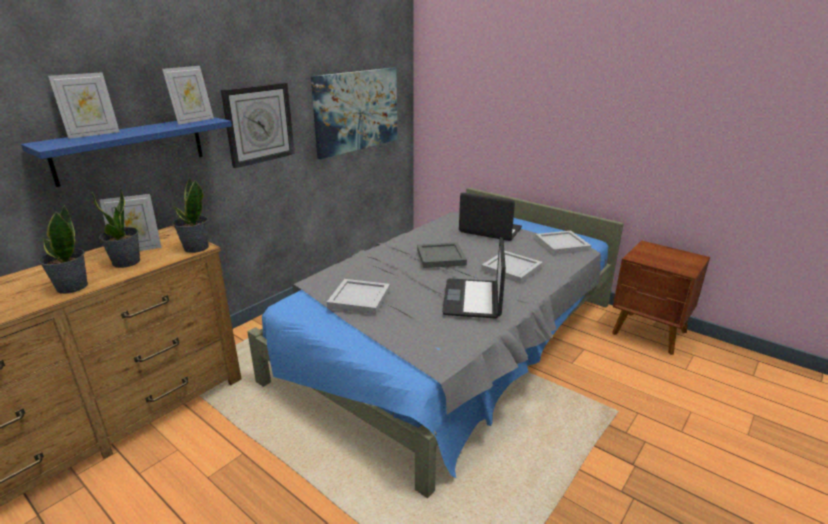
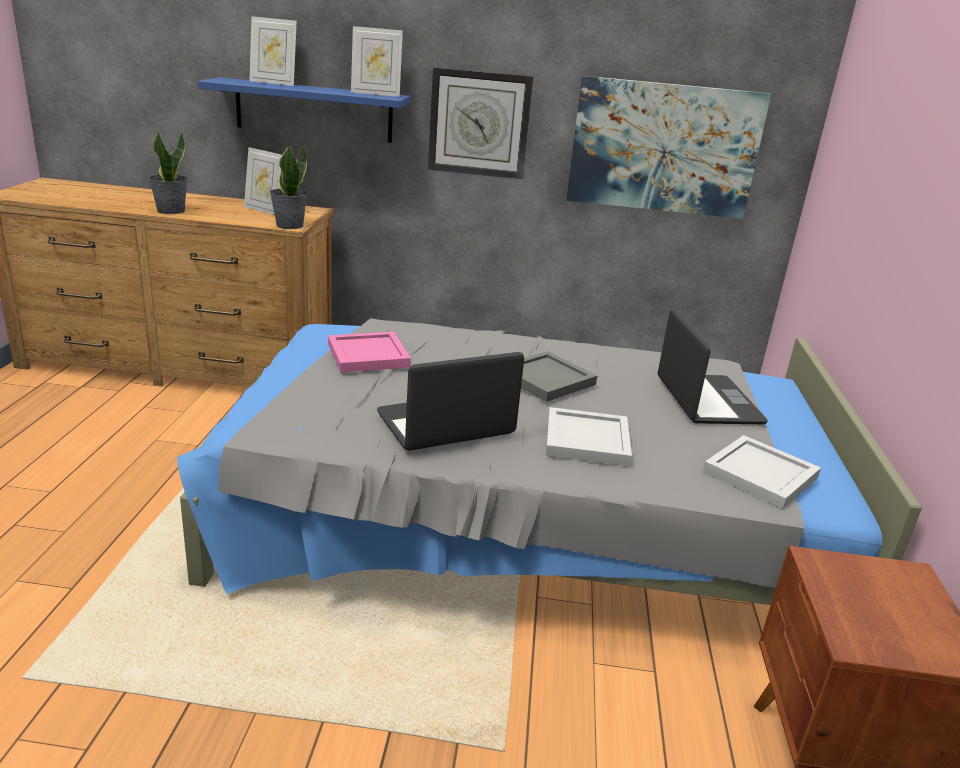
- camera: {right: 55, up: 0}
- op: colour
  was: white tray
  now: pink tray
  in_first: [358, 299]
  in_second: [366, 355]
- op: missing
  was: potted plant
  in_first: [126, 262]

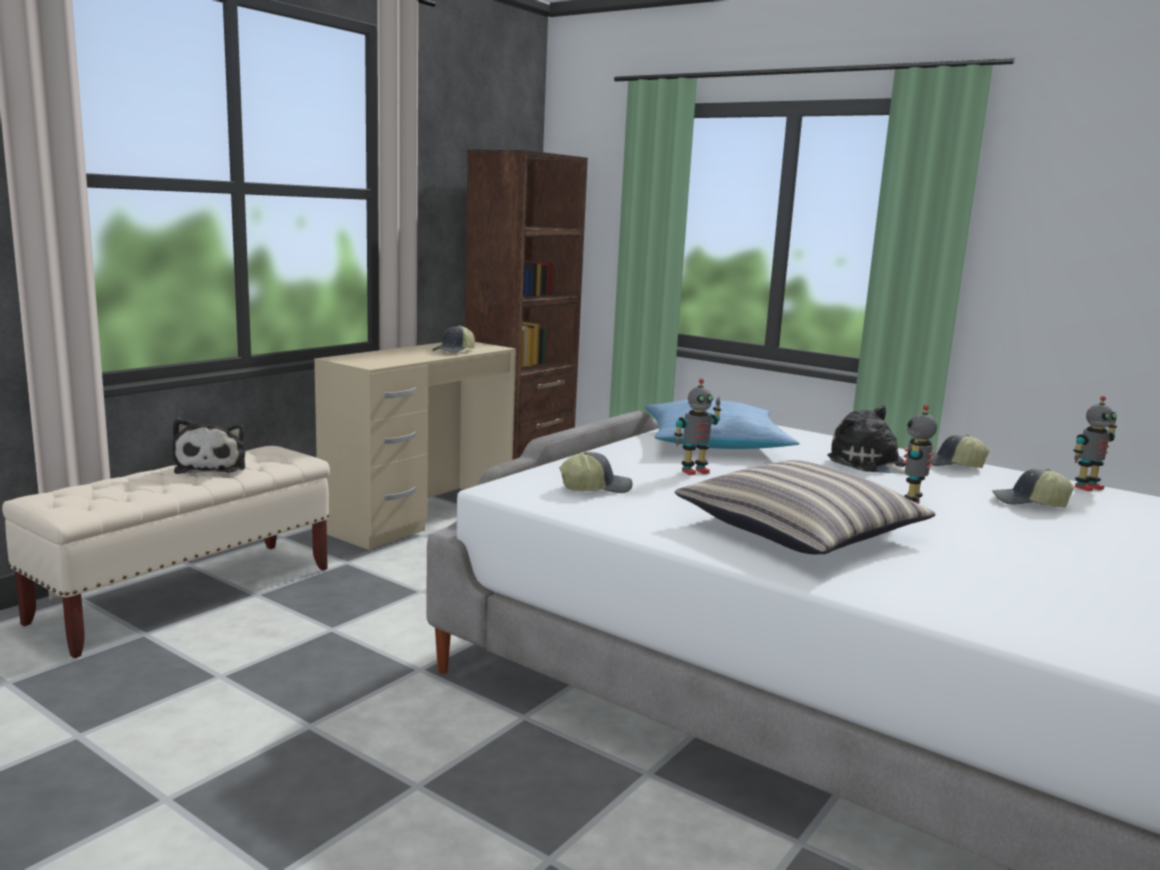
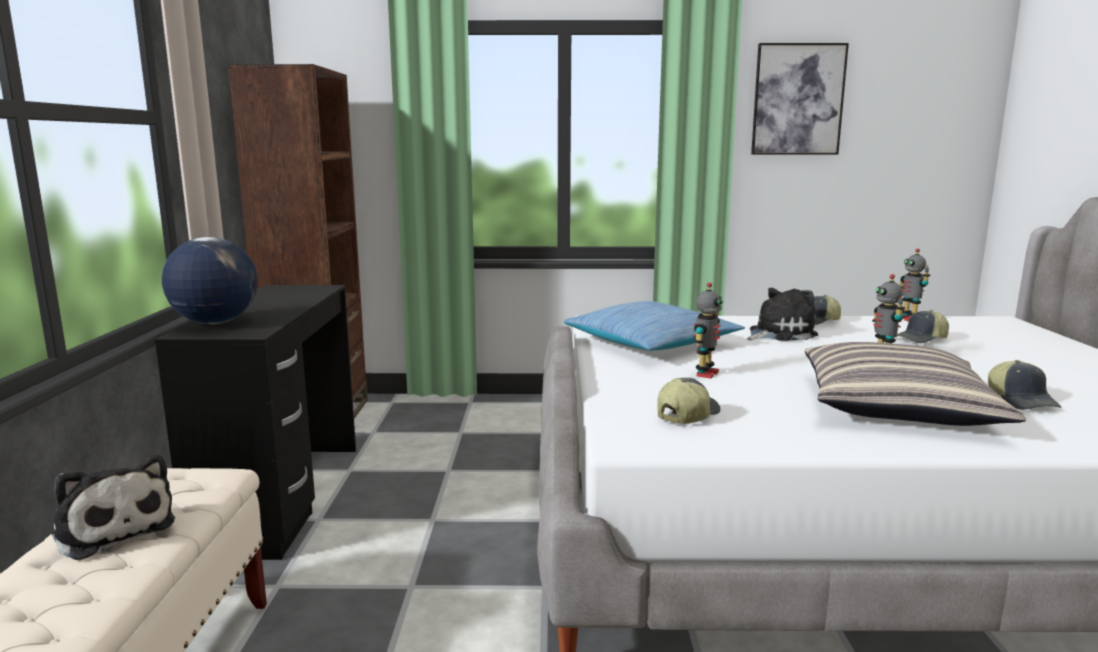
- camera: {right: -35, up: 0}
- op: colour
  was: beige desk
  now: black desk
  in_first: [420, 515]
  in_second: [282, 496]
- op: appeared
  now: globe
  in_second: [214, 323]
- op: spun
  was: plush toy
  in_first: [869, 464]
  in_second: [778, 334]
  clockwise: 135
- op: appeared
  now: picture
  in_second: [798, 99]
- op: spun
  was: toy robot
  in_first: [1086, 487]
  in_second: [908, 319]
  clockwise: 135
- op: relocated
  was: cap
  in_first: [454, 351]
  in_second: [1022, 401]

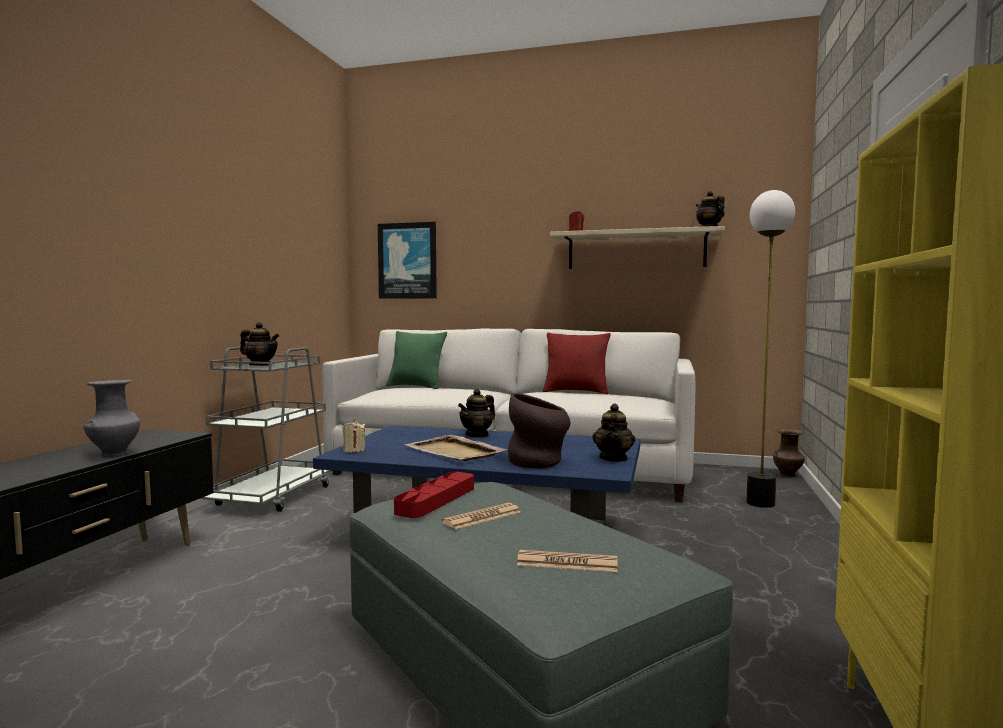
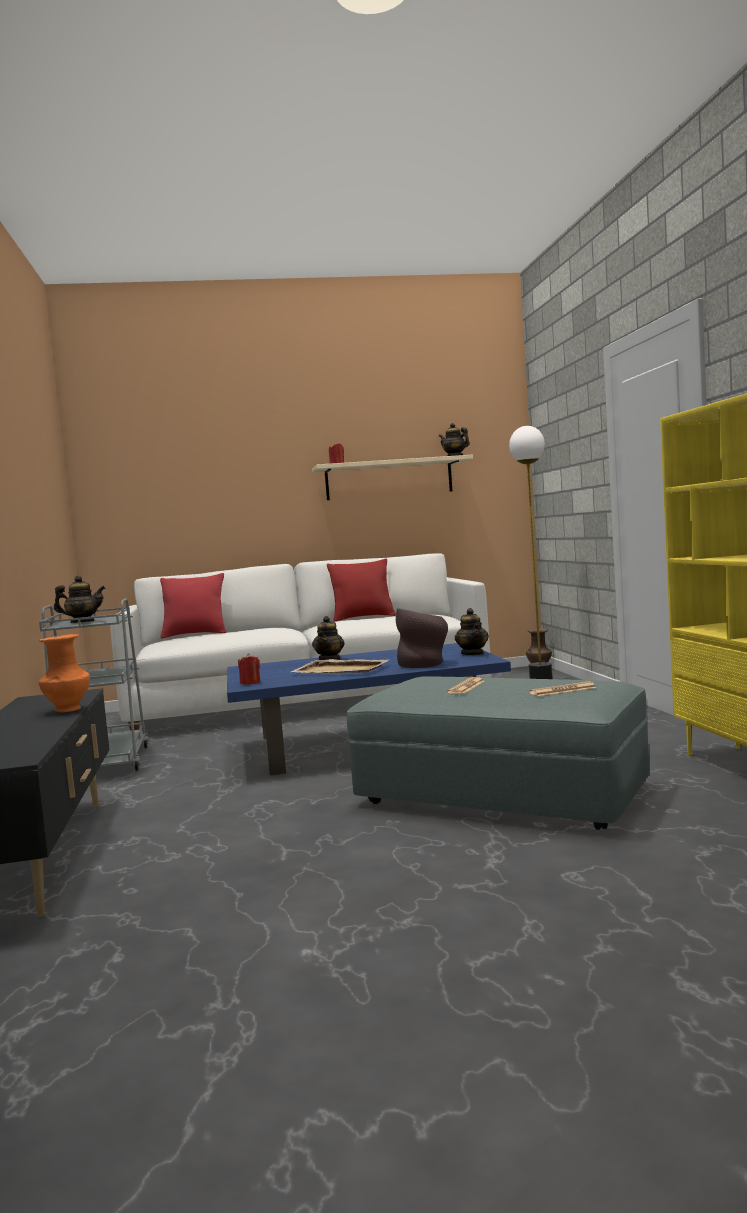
- camera: {right: -25, up: 0}
- op: colour
  was: grey vase
  now: orange vase
  in_first: [113, 454]
  in_second: [68, 710]
- op: colour
  was: green pillow
  now: red pillow
  in_first: [416, 386]
  in_second: [195, 634]
- op: colour
  was: beige candle
  now: red candle
  in_first: [354, 450]
  in_second: [250, 683]
- op: missing
  was: picture
  in_first: [407, 261]
- op: missing
  was: red tray
  in_first: [436, 500]

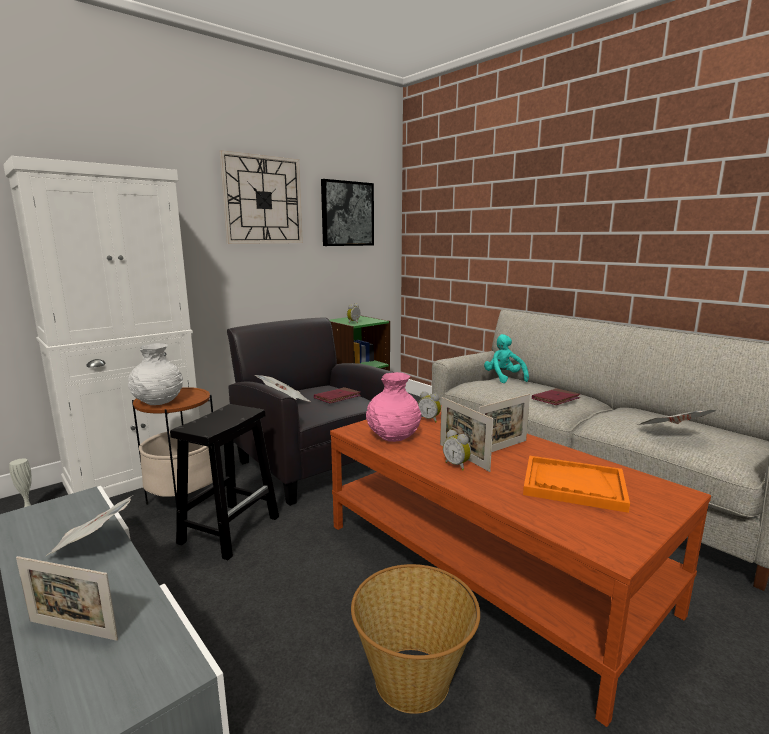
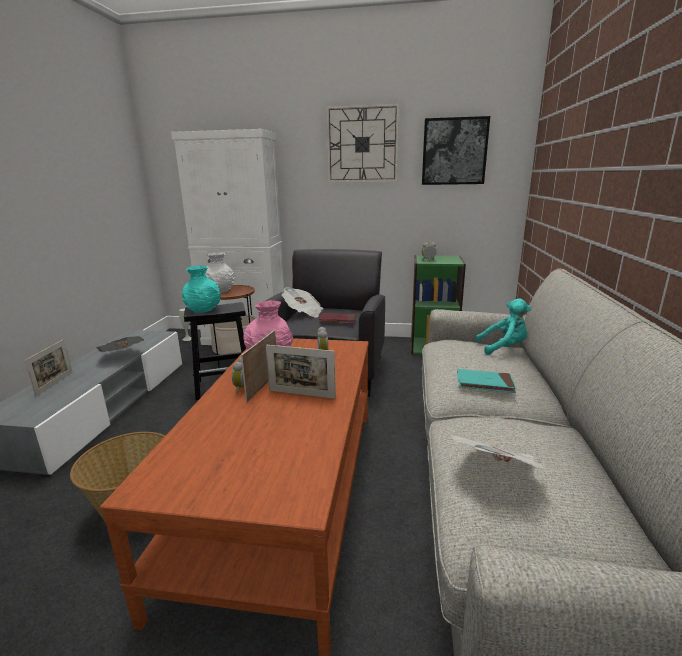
- camera: {right: 50, up: 5}
- op: spun
  was: picture frame
  in_first: [73, 630]
  in_second: [54, 384]
  clockwise: -150
- op: appeared
  now: turquoise vase
  in_second: [203, 309]
- op: colour
  was: red book
  now: turquoise book
  in_first: [555, 399]
  in_second: [484, 383]
- op: spun
  was: turquoise plush toy
  in_first: [503, 378]
  in_second: [503, 348]
  clockwise: 60
- op: missing
  was: orange tray
  in_first: [573, 485]

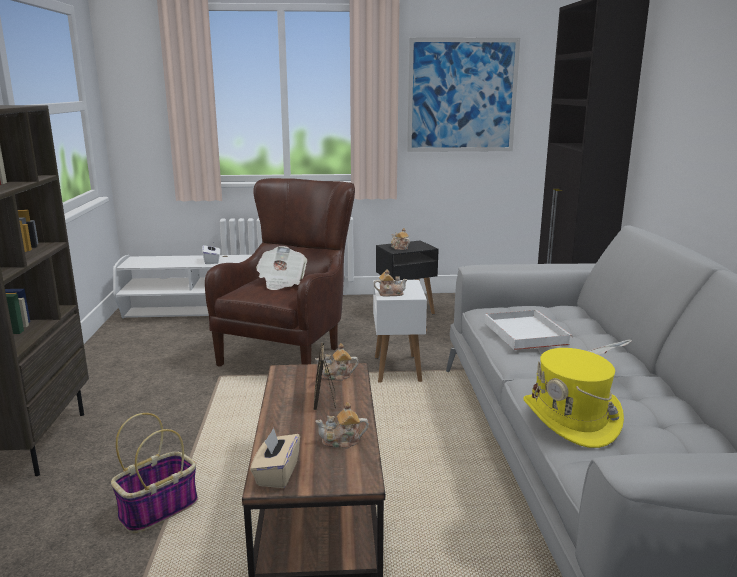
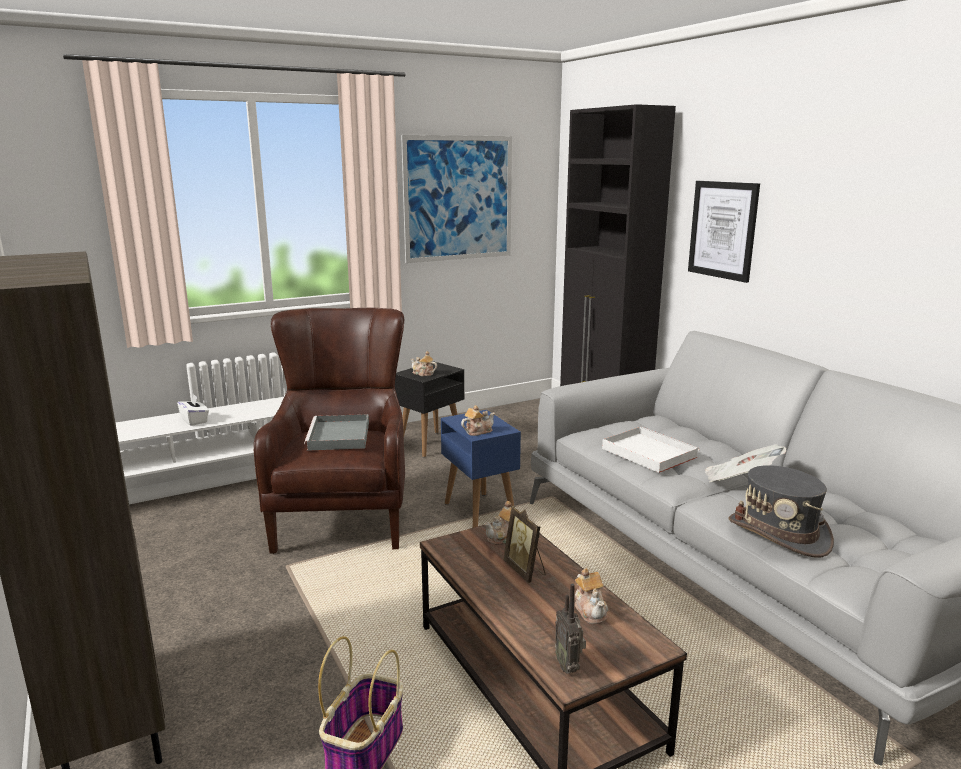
- camera: {right: -25, up: 0}
- op: exchanged
  was: newspaper
  now: grey tray
  in_first: [281, 282]
  in_second: [339, 436]
- op: colour
  was: white side table
  now: blue side table
  in_first: [397, 369]
  in_second: [479, 512]
- op: exchanged
  was: beige tissue box
  now: radio
  in_first: [276, 474]
  in_second: [569, 666]
- op: spun
  was: teapot
  in_first: [342, 441]
  in_second: [590, 610]
  clockwise: -75
- op: appeared
  now: picture
  in_second: [723, 230]
- op: colour
  was: yellow hat
  now: grey hat
  in_first: [571, 419]
  in_second: [779, 534]

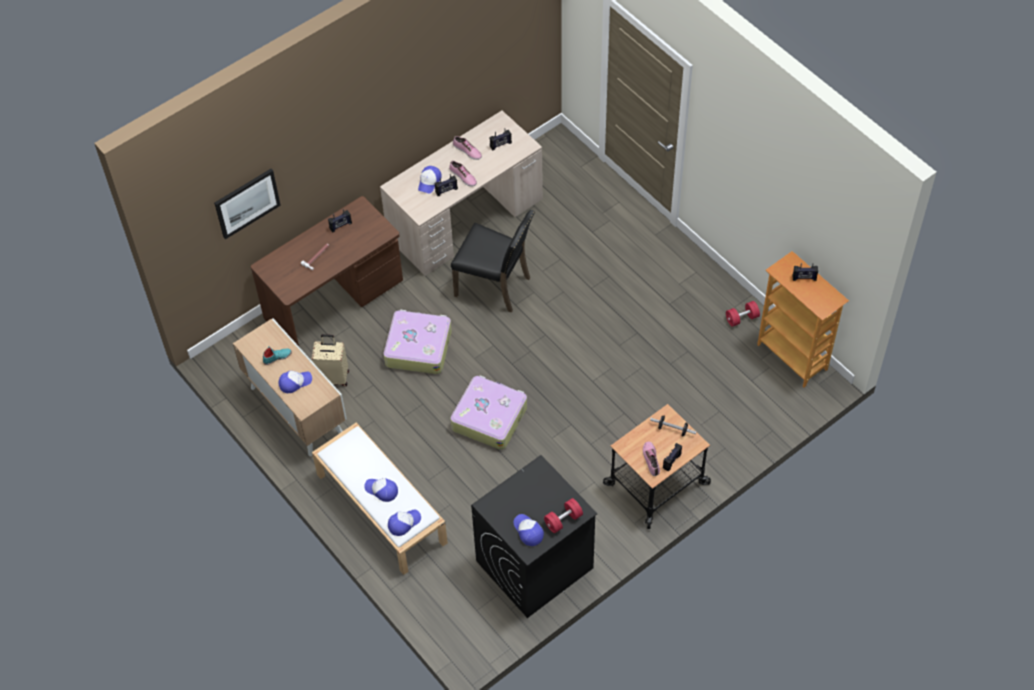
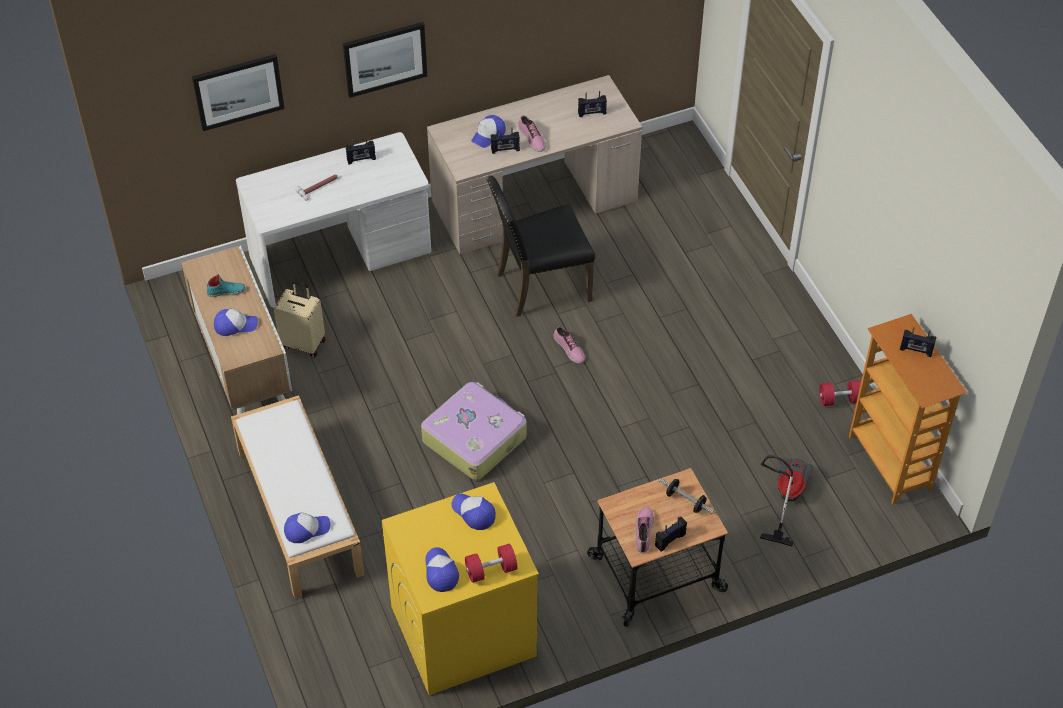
- camera: {right: 15, up: -5}
- op: colour
  was: brown desk
  now: white desk
  in_first: [334, 300]
  in_second: [340, 256]
- op: appeared
  now: picture
  in_second: [385, 58]
- op: colour
  was: black washing machine
  now: yellow washing machine
  in_first: [534, 565]
  in_second: [462, 632]
- op: relocated
  was: cap
  in_first: [381, 490]
  in_second: [473, 513]
- op: spun
  was: black chair
  in_first: [495, 286]
  in_second: [540, 286]
  clockwise: 120
- op: relocated
  was: shoe
  in_first: [467, 151]
  in_second: [568, 349]
- op: appeared
  now: vacuum cleaner
  in_second: [784, 497]
- op: missing
  was: suitcase
  in_first: [418, 347]

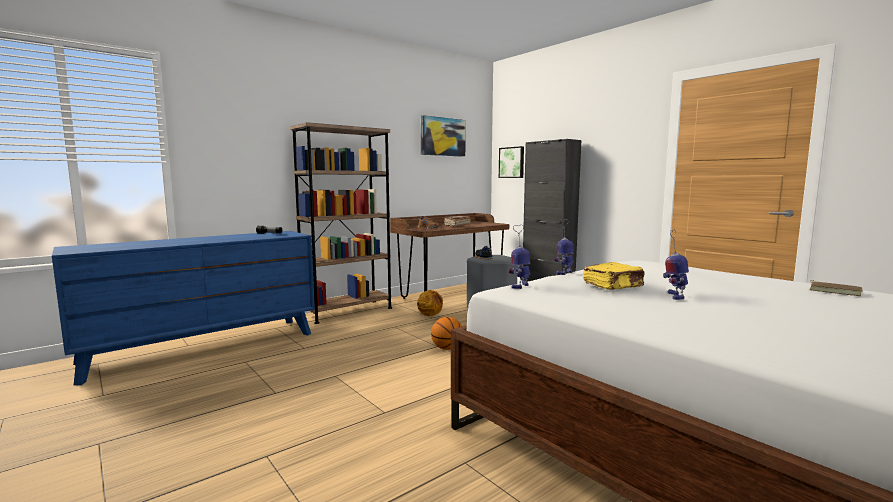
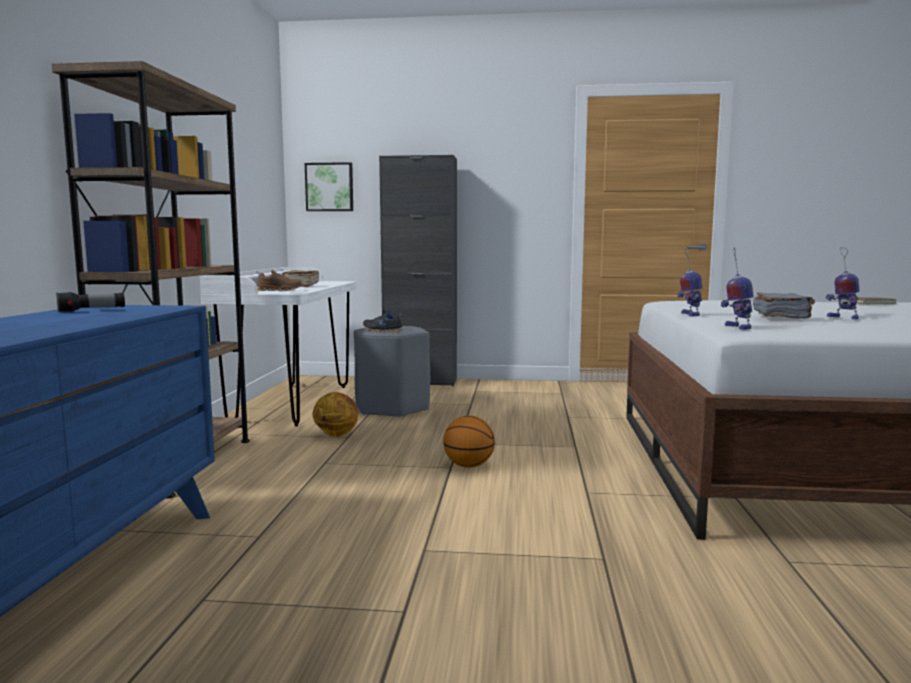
- camera: {right: -45, up: 0}
- op: colour
  was: brown desk
  now: white desk
  in_first: [451, 294]
  in_second: [292, 403]
- op: colour
  was: yellow book
  now: grey book
  in_first: [613, 286]
  in_second: [781, 317]
- op: missing
  was: picture
  in_first: [442, 137]

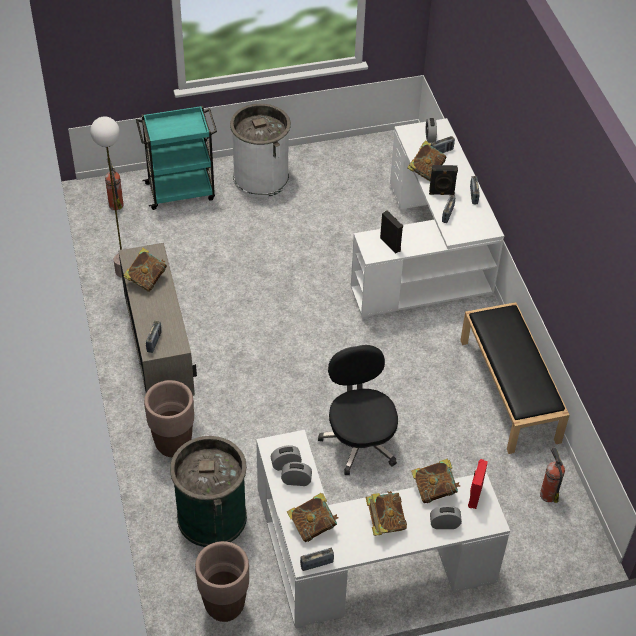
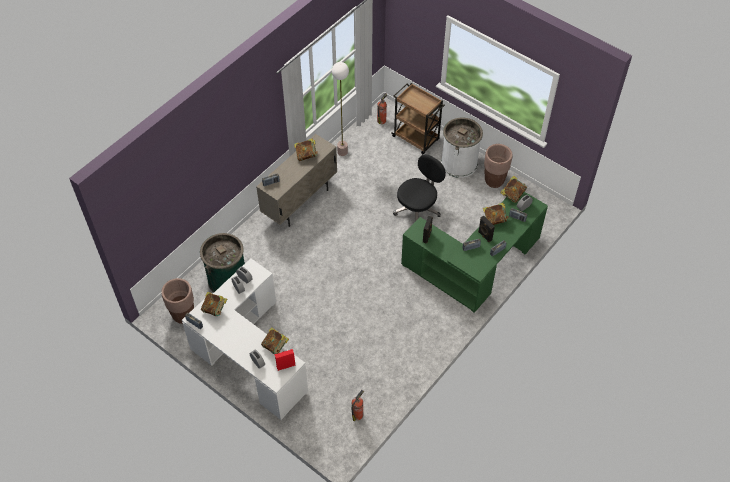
- camera: {right: 55, up: 5}
- op: colour
  was: turquoise cart
  now: brown cart
  in_first: [181, 191]
  in_second: [416, 138]
- op: relocated
  was: black office chair
  in_first: [360, 440]
  in_second: [418, 209]
- op: colour
  was: white desk
  now: green desk
  in_first: [427, 255]
  in_second: [475, 267]
- op: relocated
  was: brown planter
  in_first: [173, 444]
  in_second: [494, 181]
- op: relocated
  was: book
  in_first: [385, 522]
  in_second: [512, 195]
- op: missing
  was: black bench
  in_first: [510, 391]

